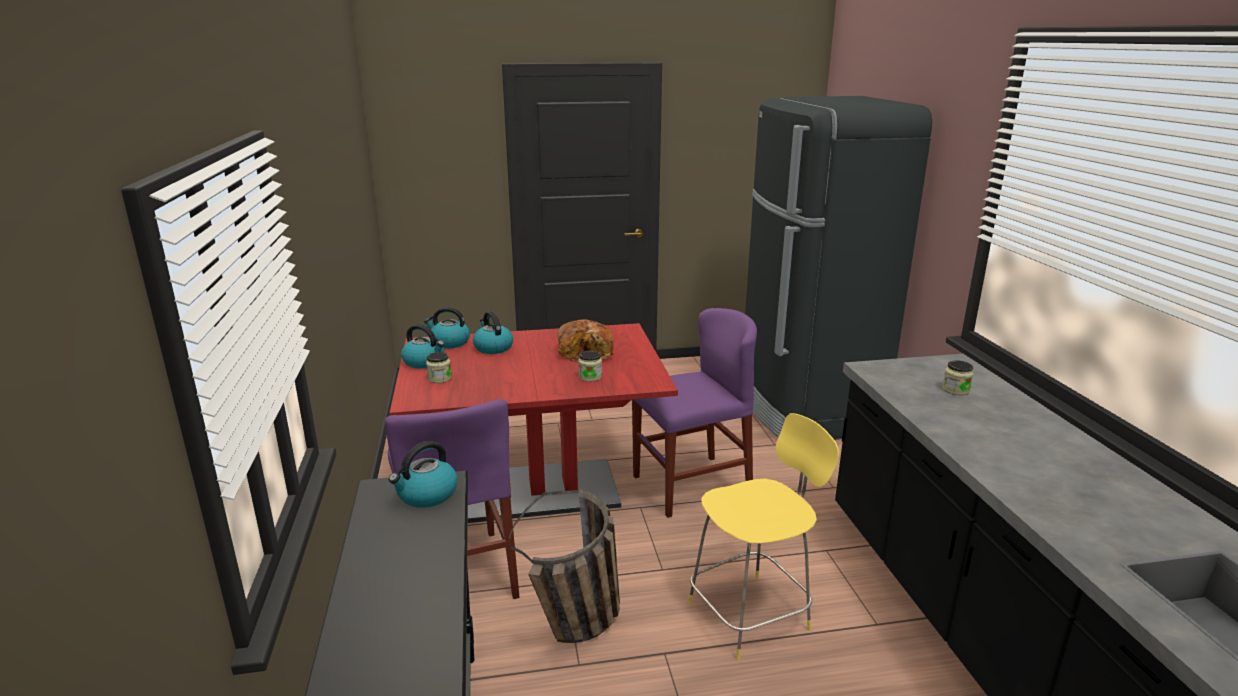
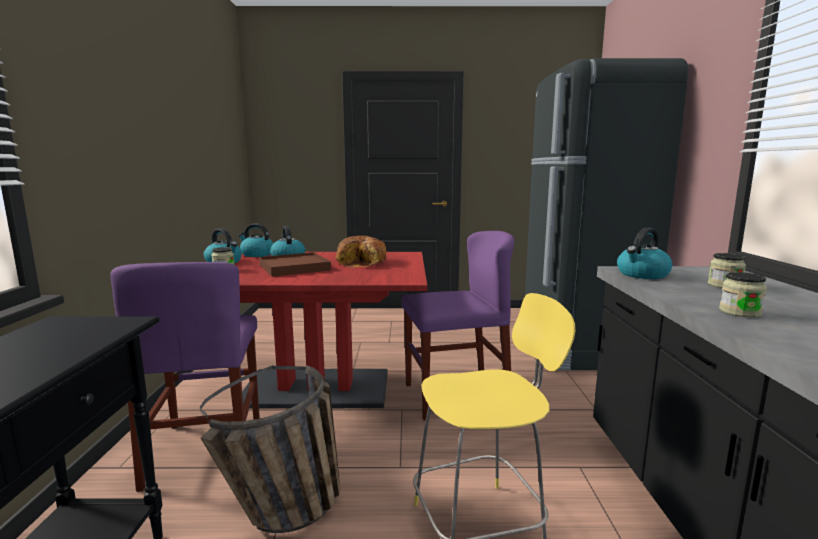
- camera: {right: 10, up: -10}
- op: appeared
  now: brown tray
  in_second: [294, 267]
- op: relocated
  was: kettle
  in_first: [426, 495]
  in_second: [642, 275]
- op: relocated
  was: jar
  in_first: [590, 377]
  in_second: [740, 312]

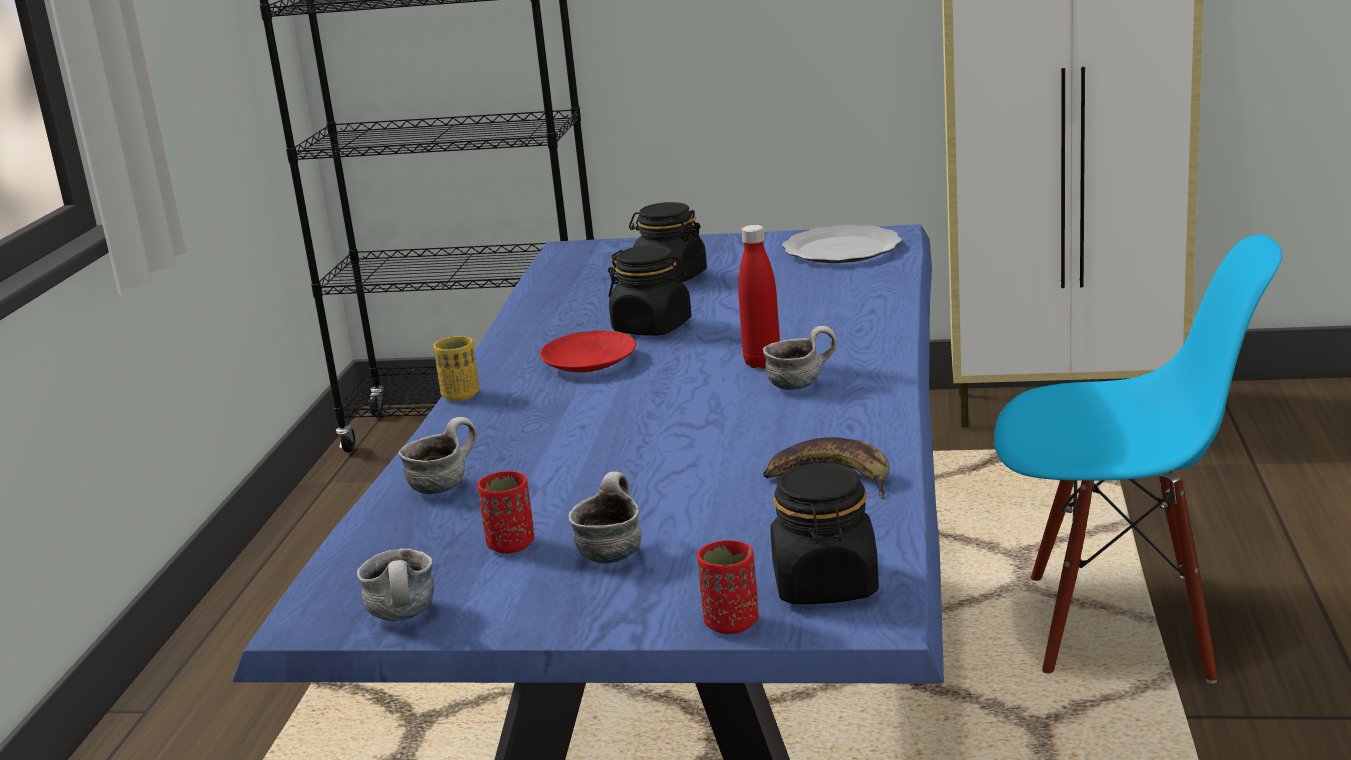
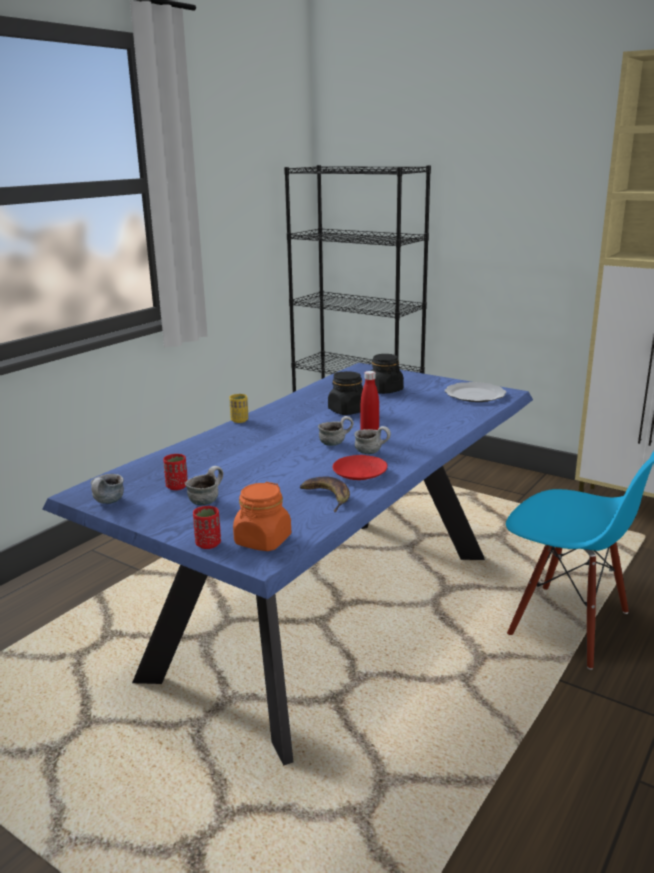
- camera: {right: 25, up: 0}
- op: colour
  was: black jar
  now: orange jar
  in_first: [825, 585]
  in_second: [263, 541]
- op: relocated
  was: mug
  in_first: [444, 485]
  in_second: [335, 443]
- op: relocated
  was: red plate
  in_first: [590, 362]
  in_second: [360, 474]

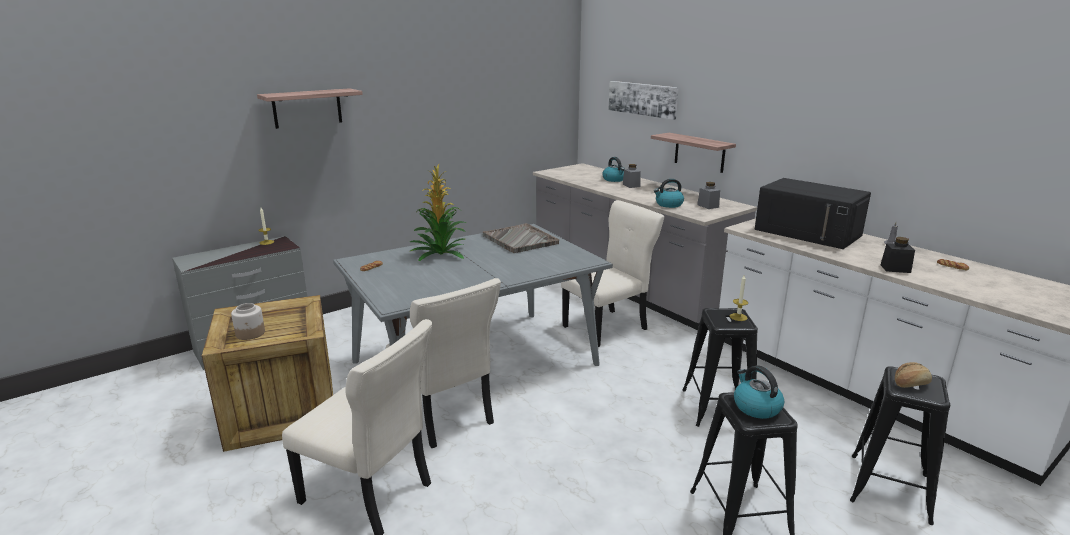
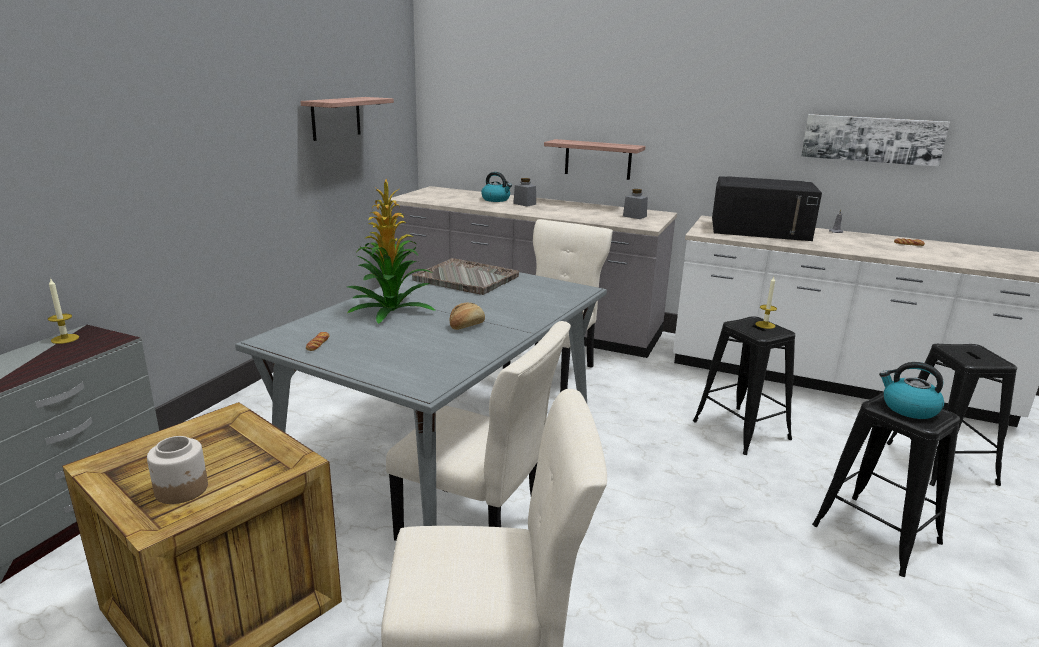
- camera: {right: -30, up: 0}
- op: relocated
  was: shelf
  in_first: [307, 108]
  in_second: [336, 118]
- op: relocated
  was: bread
  in_first: [910, 383]
  in_second: [466, 325]
- op: relocated
  was: picture
  in_first: [643, 99]
  in_second: [871, 139]
- op: missing
  was: kettle
  in_first: [668, 204]
- op: missing
  was: black jar
  in_first: [895, 269]

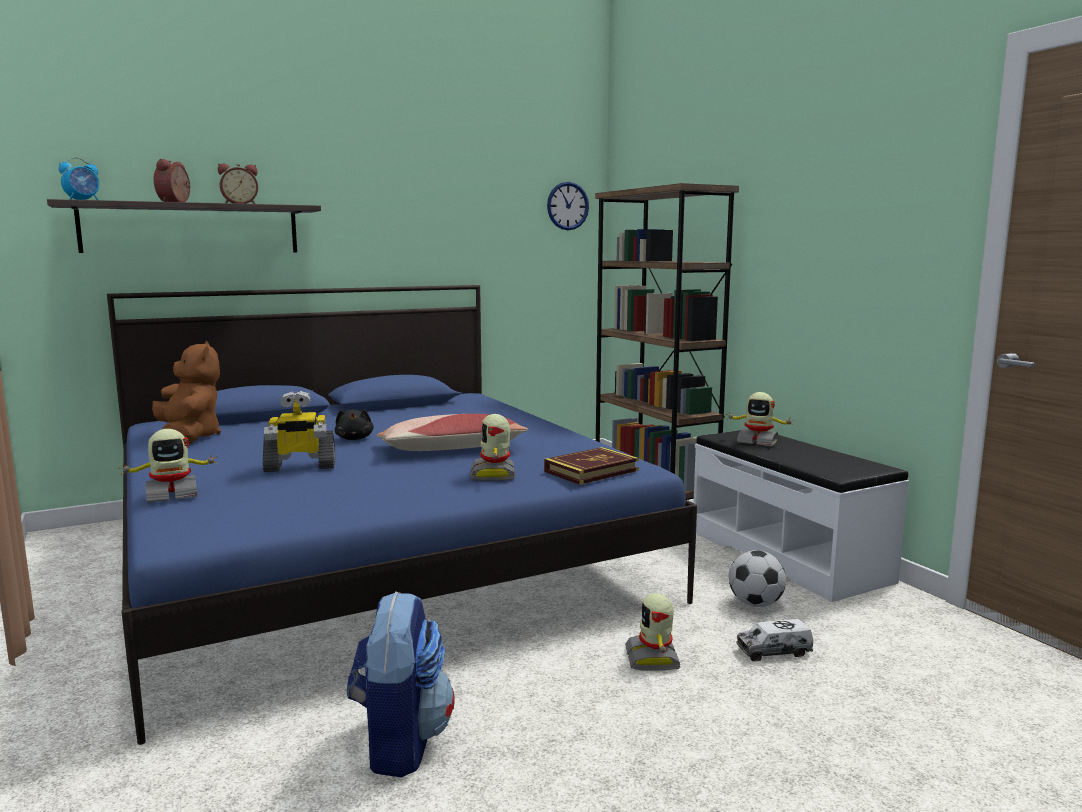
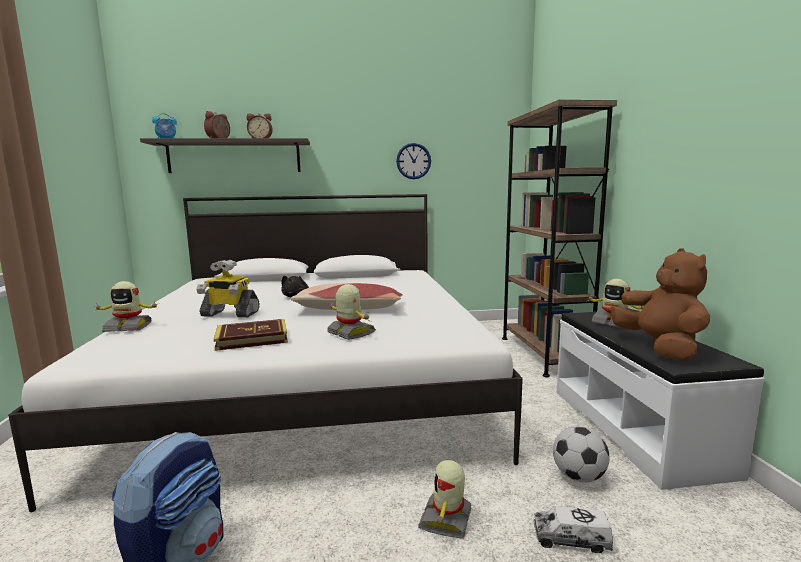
- camera: {right: 20, up: 0}
- op: colour
  was: blue bed
  now: white bed
  in_first: [375, 555]
  in_second: [308, 380]
- op: relocated
  was: book
  in_first: [591, 471]
  in_second: [252, 339]
- op: spun
  was: toy robot
  in_first: [494, 474]
  in_second: [350, 333]
  clockwise: 120
- op: relocated
  was: wall clock
  in_first: [567, 206]
  in_second: [413, 161]
- op: relocated
  was: brown plush toy
  in_first: [189, 438]
  in_second: [659, 348]

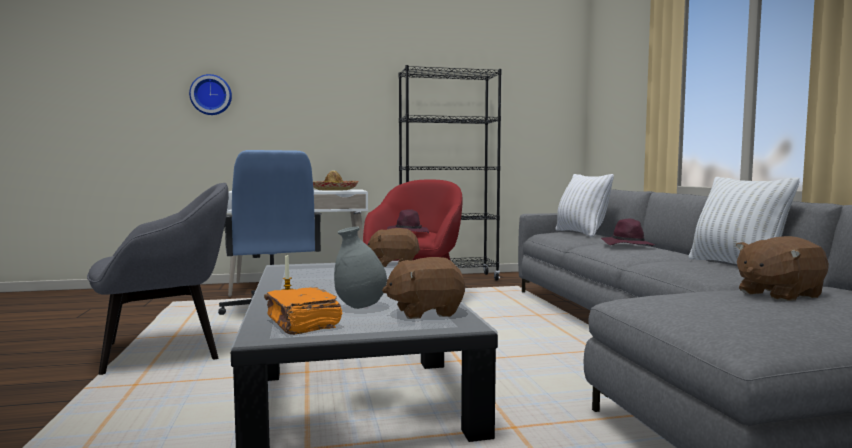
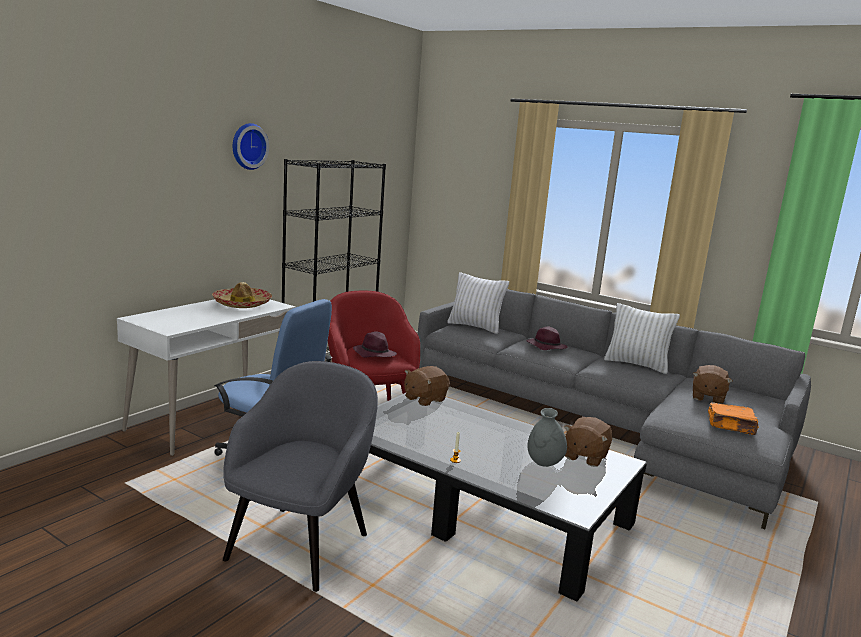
- camera: {right: -45, up: 10}
- op: relocated
  was: wall clock
  in_first: [211, 95]
  in_second: [247, 146]
- op: relocated
  was: orange book
  in_first: [302, 323]
  in_second: [731, 426]

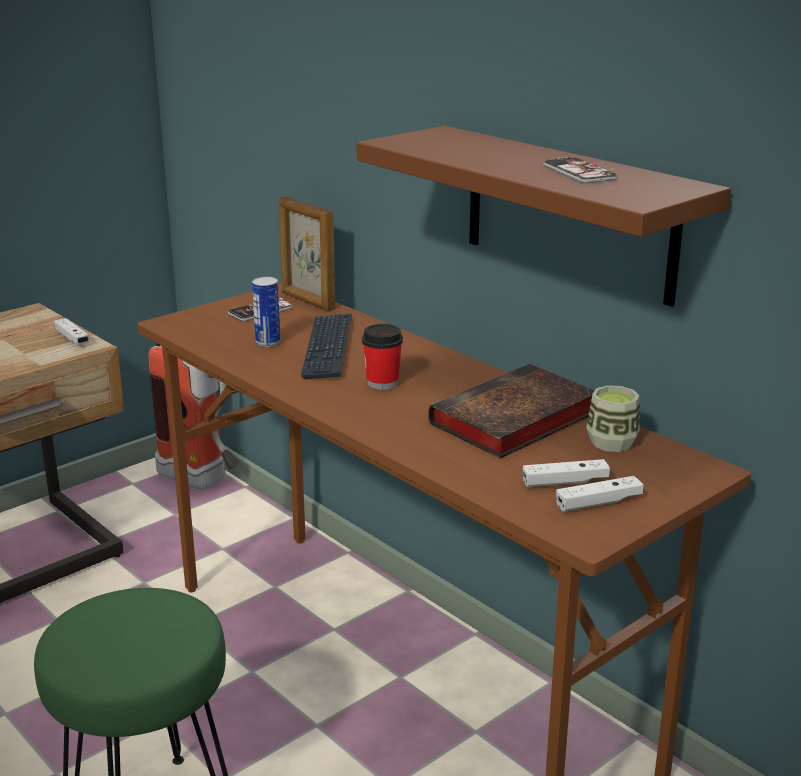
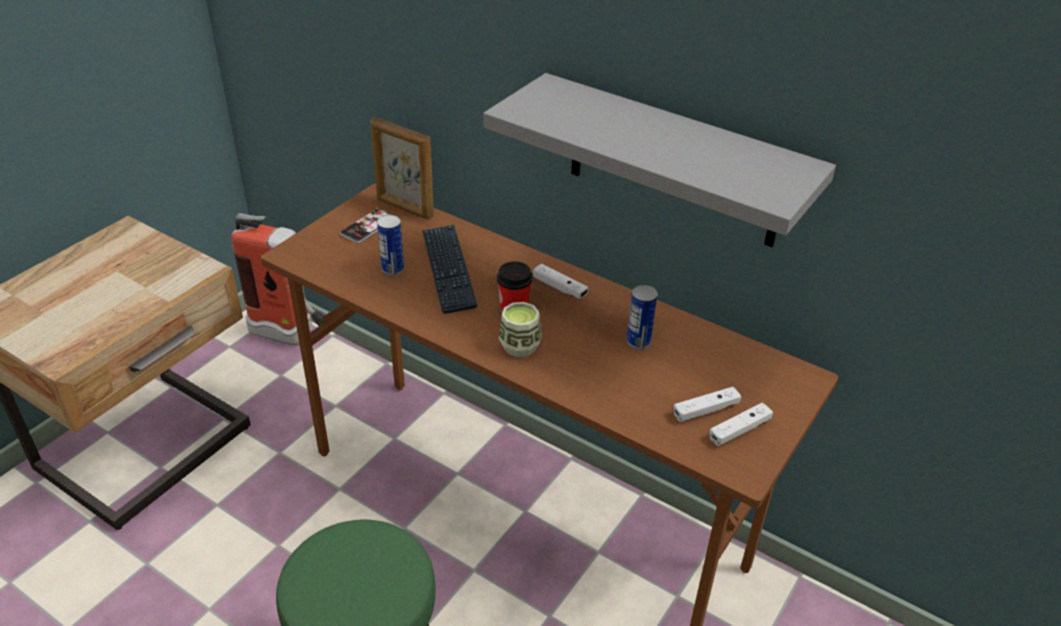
- camera: {right: -15, up: 15}
- op: colour
  was: brown shelf
  now: grey shelf
  in_first: [568, 213]
  in_second: [674, 162]
- op: relocated
  was: cup
  in_first: [611, 442]
  in_second: [519, 346]
- op: relocated
  was: white game controller
  in_first: [72, 338]
  in_second: [559, 288]
- op: exchanged
  was: book
  now: can
  in_first: [512, 421]
  in_second: [638, 342]
- op: missing
  was: phone
  in_first: [579, 172]

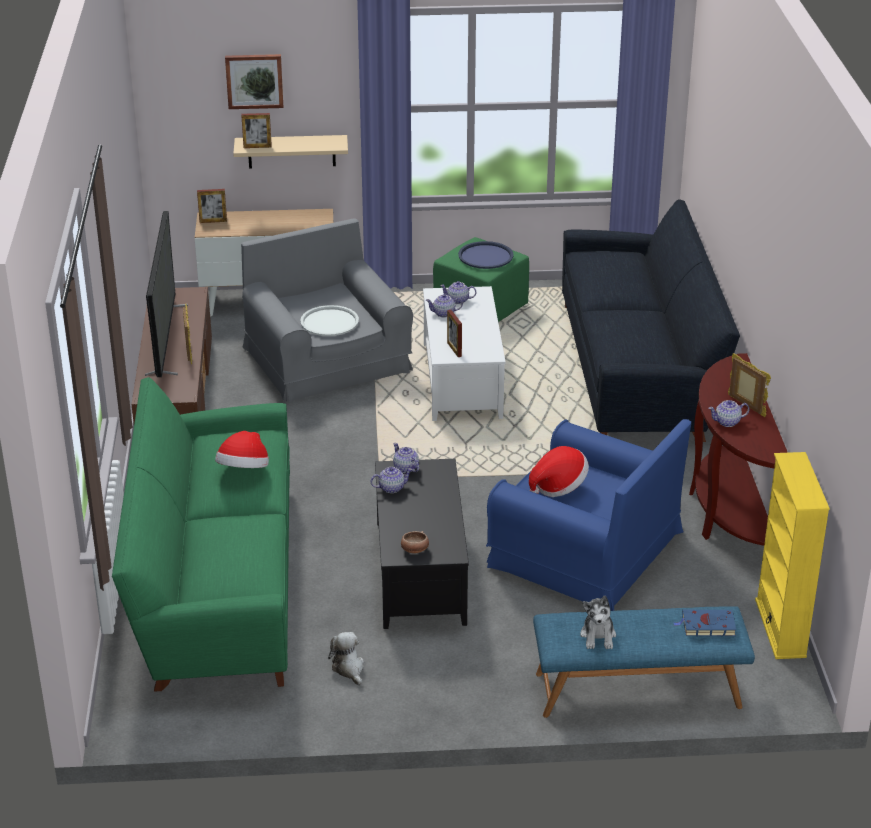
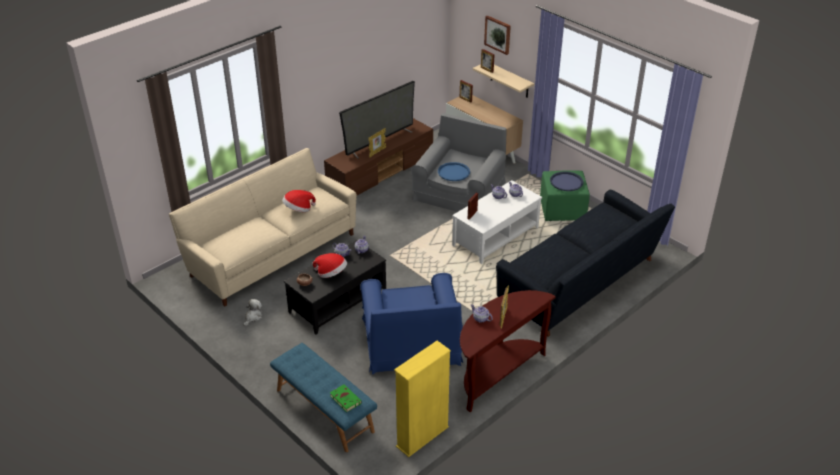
- camera: {right: 50, up: 5}
- op: colour
  was: green sofa
  now: beige sofa
  in_first: [216, 582]
  in_second: [271, 252]
- op: relocated
  was: hat
  in_first: [558, 486]
  in_second: [331, 273]
- op: colour
  was: blue book
  now: green book
  in_first: [706, 626]
  in_second: [344, 399]
- op: colour
  was: white tray
  now: blue tray
  in_first: [329, 322]
  in_second: [453, 172]
- op: missing
  was: plush toy
  in_first: [598, 636]

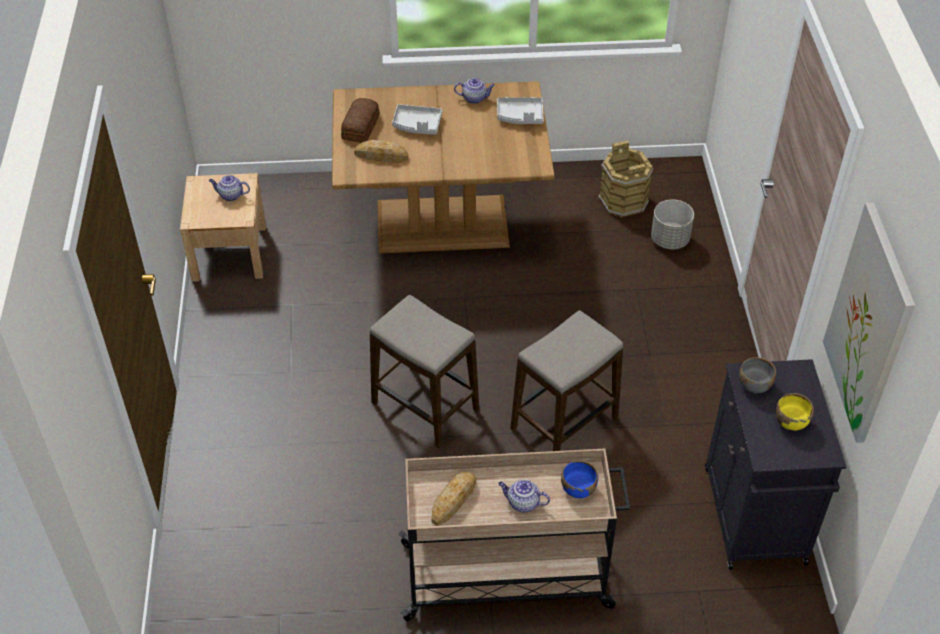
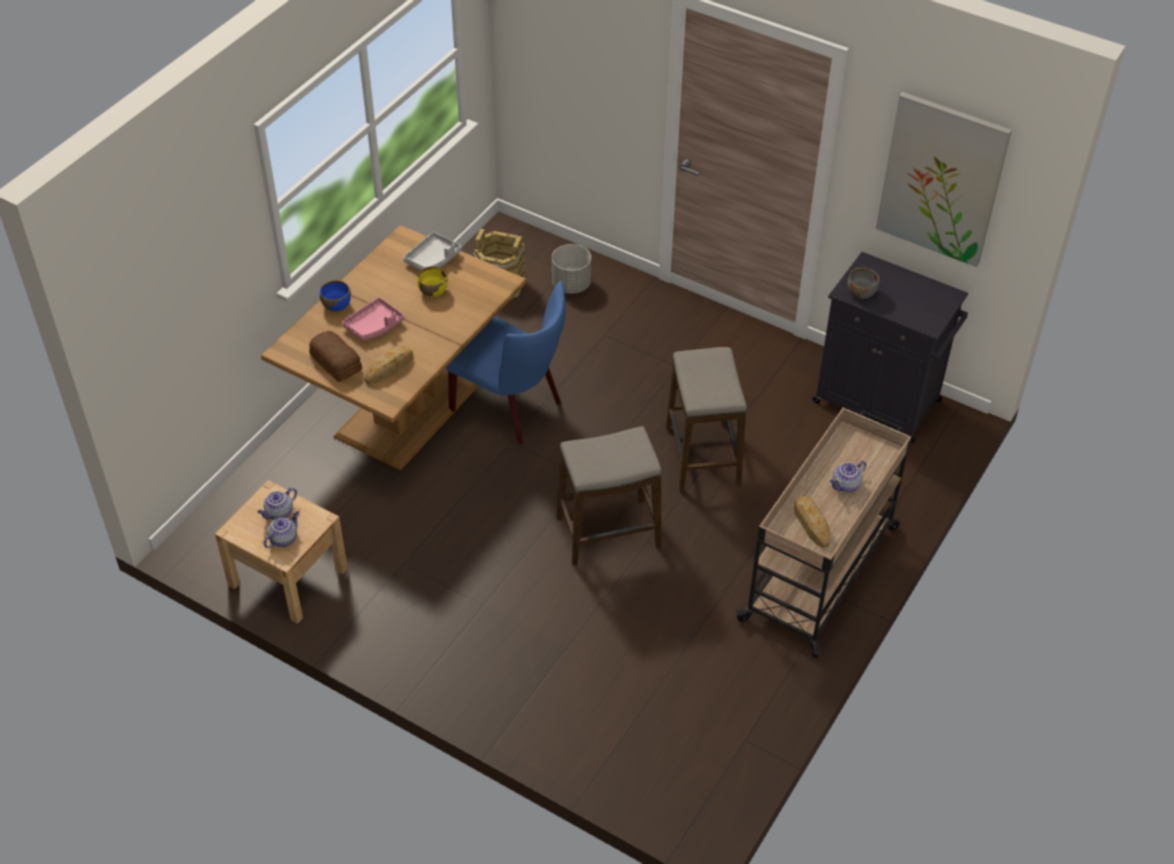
- camera: {right: -55, up: 0}
- op: relocated
  was: teapot
  in_first: [475, 98]
  in_second: [284, 538]
- op: relocated
  was: blue bowl
  in_first: [578, 488]
  in_second: [336, 305]
- op: colour
  was: grey tray
  now: pink tray
  in_first: [417, 125]
  in_second: [374, 326]
- op: relocated
  was: yellow bowl
  in_first: [791, 421]
  in_second: [433, 291]
- op: appeared
  now: blue chair
  in_second: [512, 408]

